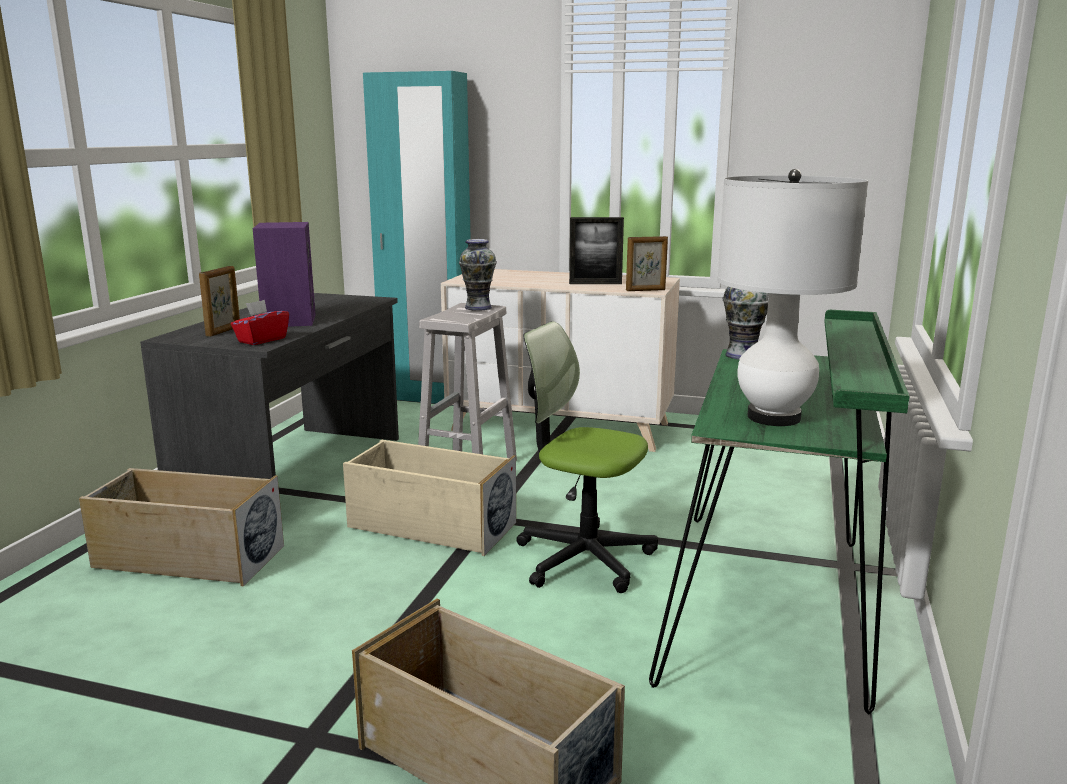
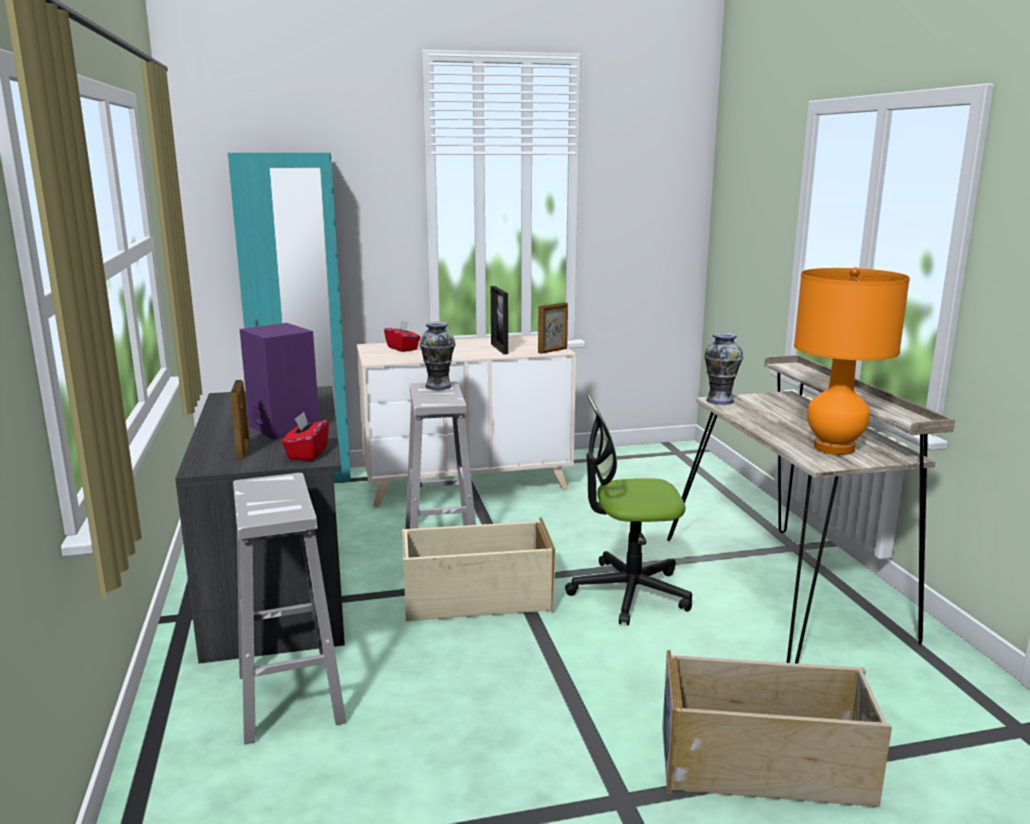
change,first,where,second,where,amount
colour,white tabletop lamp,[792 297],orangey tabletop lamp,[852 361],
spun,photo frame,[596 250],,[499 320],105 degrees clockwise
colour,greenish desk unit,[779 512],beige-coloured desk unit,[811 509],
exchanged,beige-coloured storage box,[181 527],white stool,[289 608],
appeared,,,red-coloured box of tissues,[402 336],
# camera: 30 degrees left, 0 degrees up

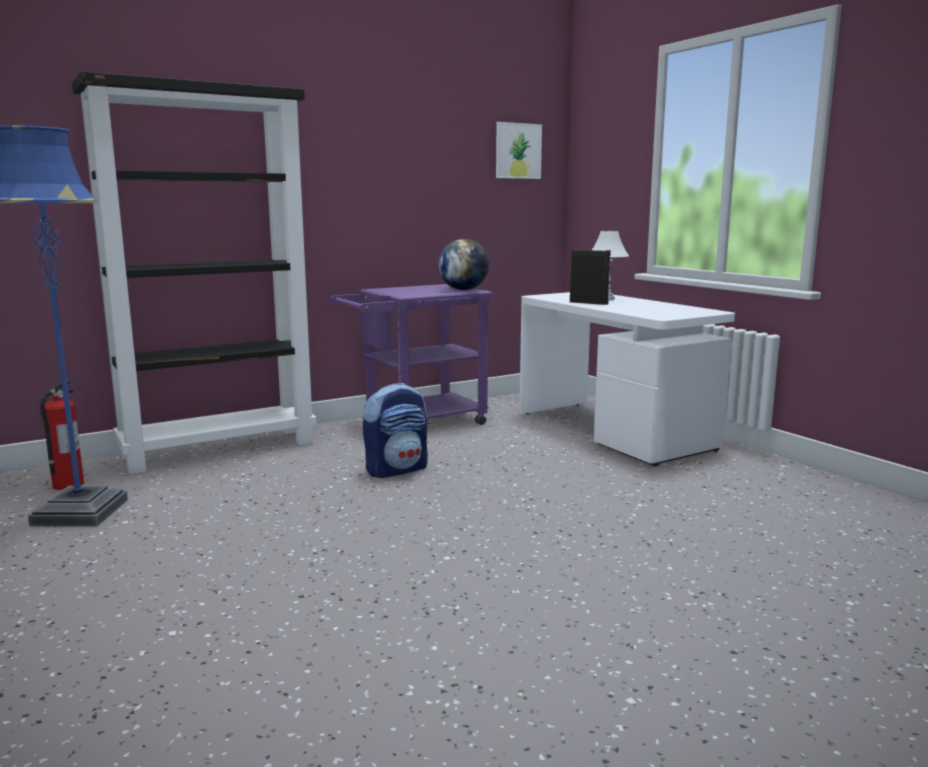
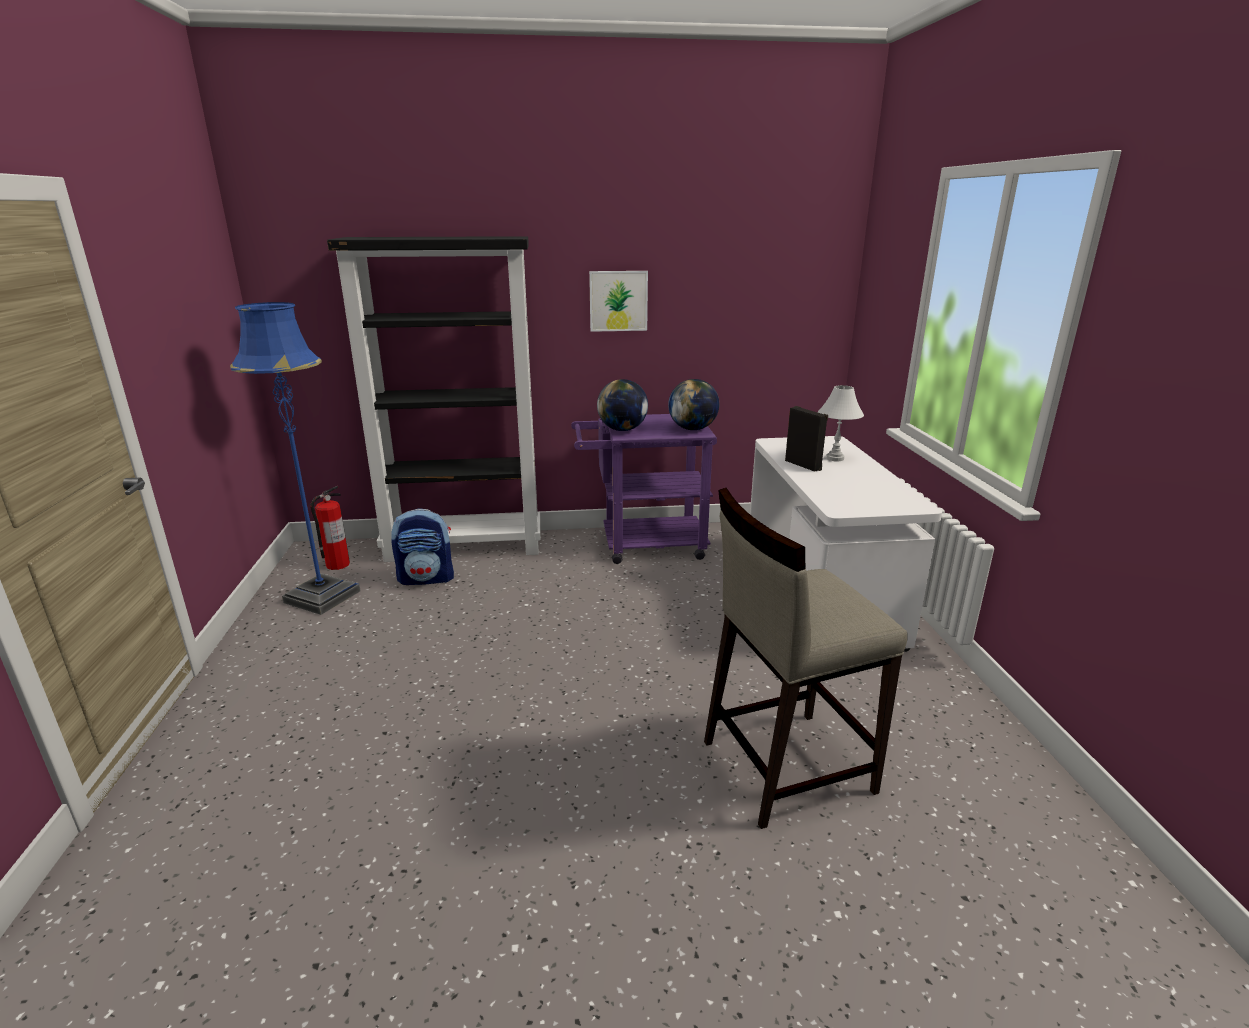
change,first,where,second,where,amount
relocated,picture,[519 150],,[618 301],
relocated,rucksack,[395 430],,[422 546],
appeared,,,desk globe,[622 405],
appeared,,,beige-coloured stool,[806 658],
# camera: 25 degrees right, 10 degrees up

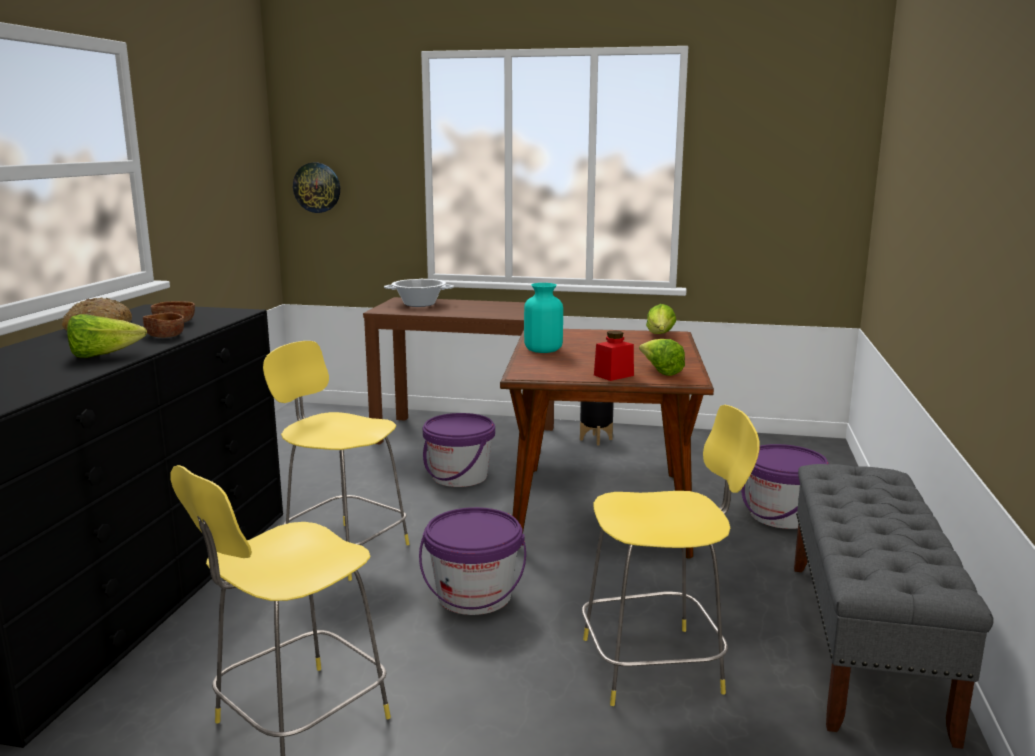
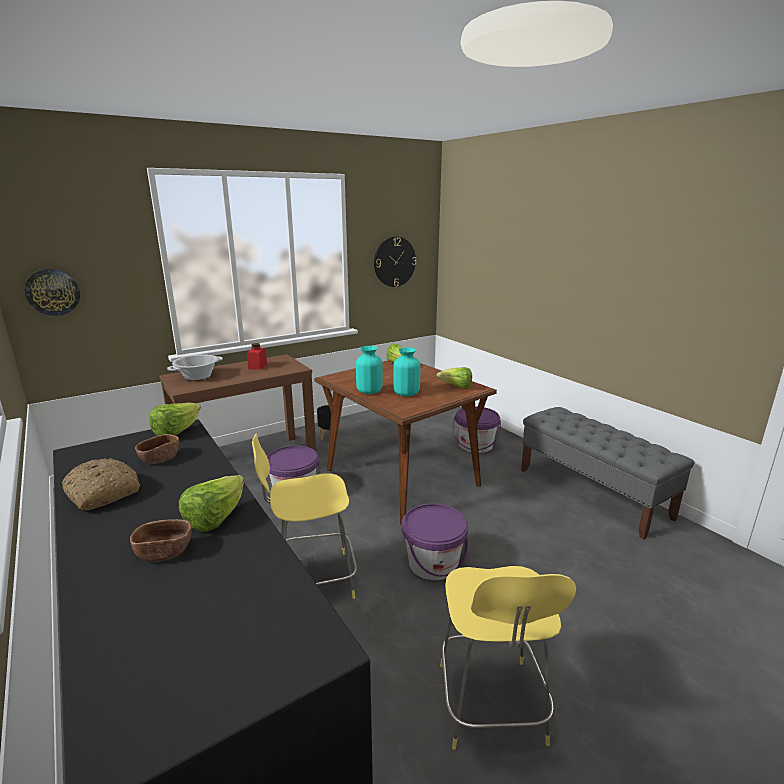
change,first,where,second,where,amount
relocated,brown bowl,[163 325],,[161 540],
relocated,red-coloured preserve jar,[614 355],,[257 356],
missing,yellow stool,[670 555],,,
appeared,,,hanging clock,[395 262],
appeared,,,blue-green vase,[406 371],
appeared,,,lettuce head,[175 419],
# camera: 45 degrees left, 5 degrees up

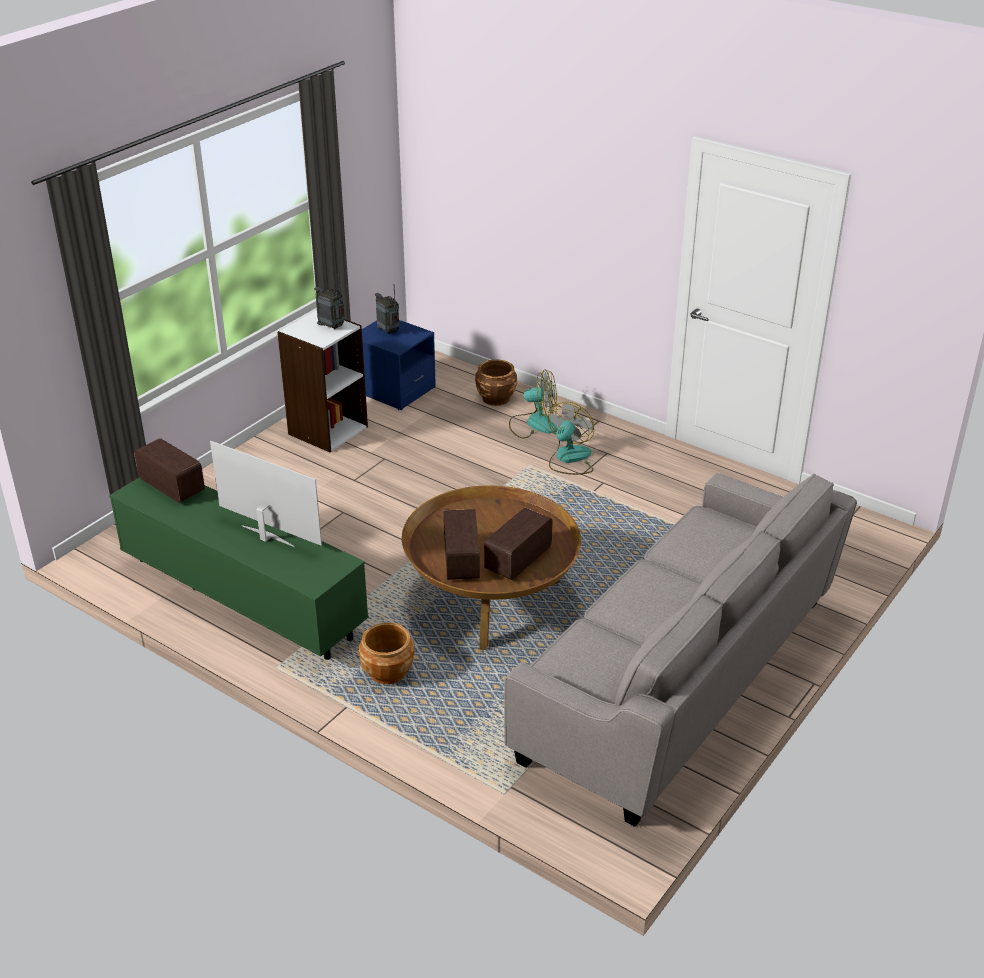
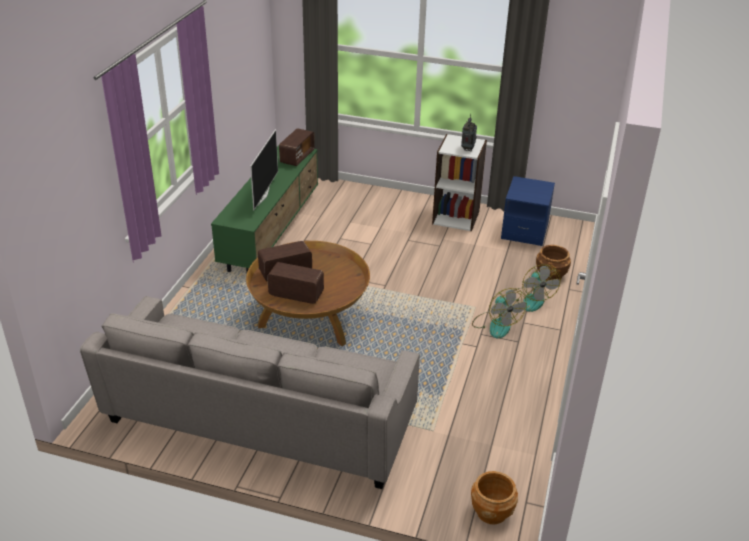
change,first,where,second,where,amount
missing,radio set,[387 310],,,
spun,electric fan,[571 438],,[499 313],60 degrees clockwise
relocated,brown plant pot,[387 653],,[494 498],
# camera: 70 degrees right, 0 degrees up

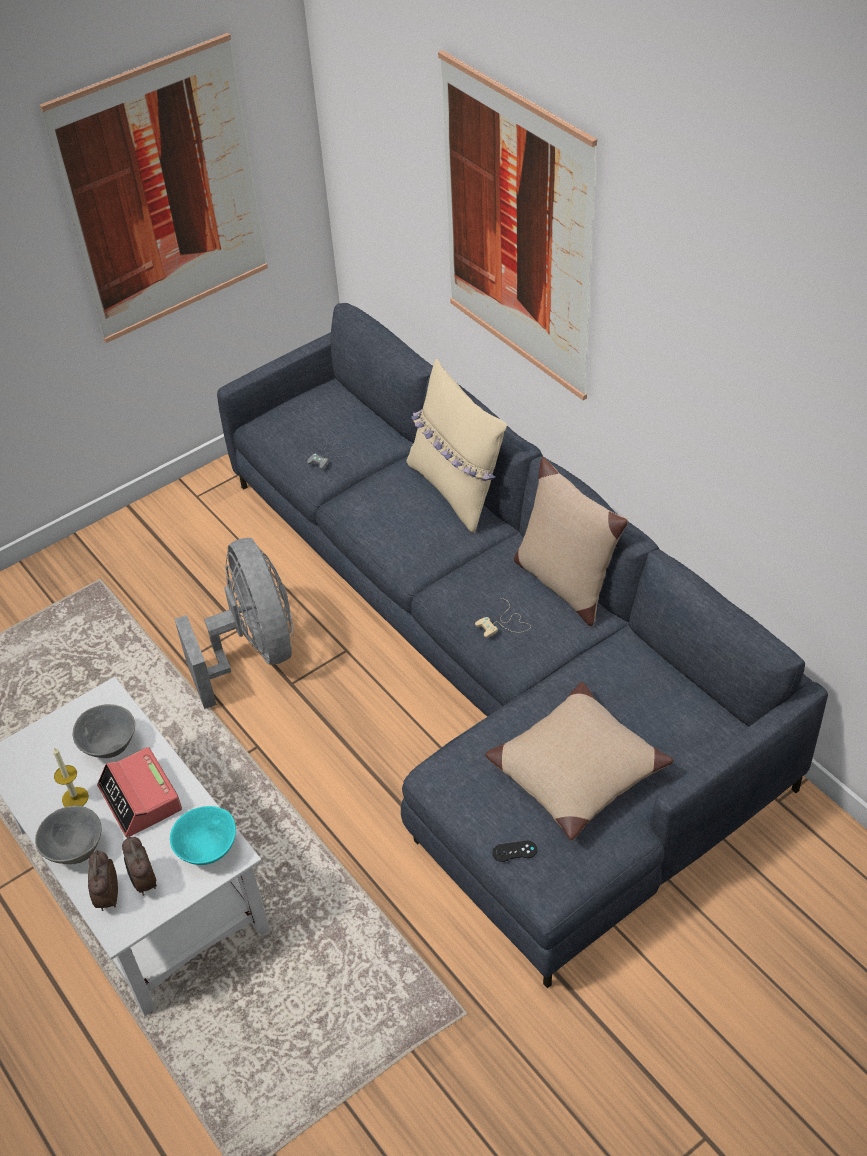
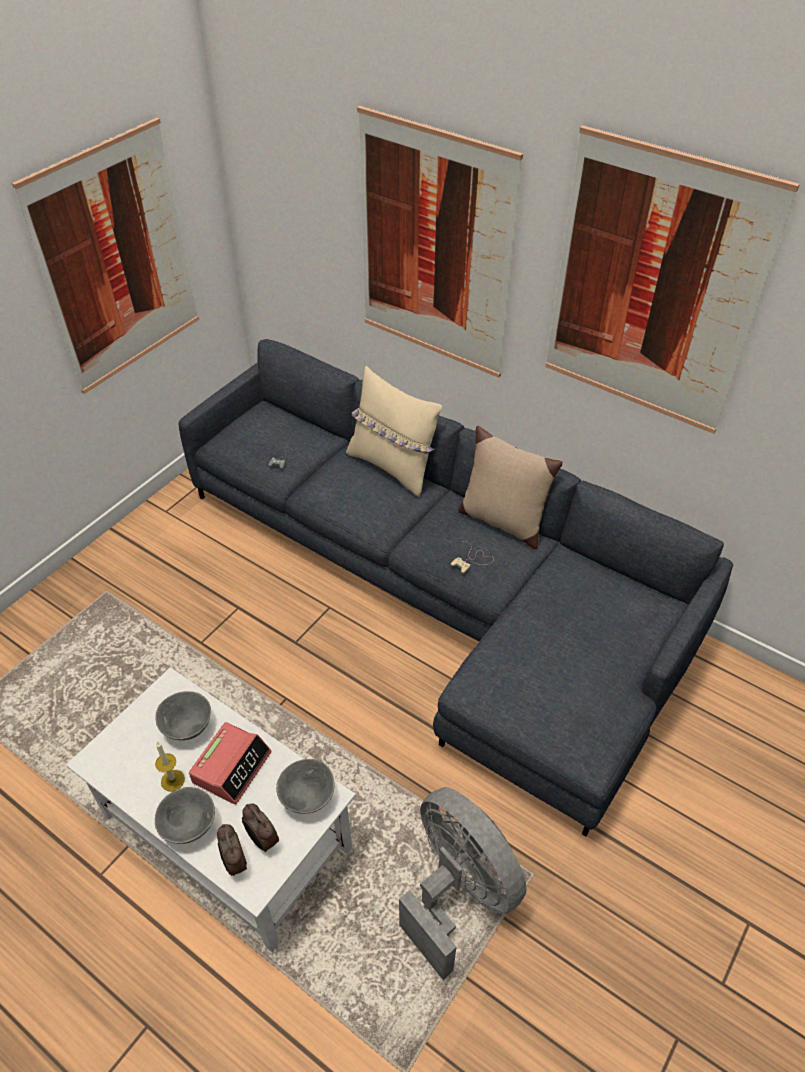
change,first,where,second,where,amount
relocated,greyish electric fan,[234 623],,[463 883],
missing,beige-coloured cushion,[579 761],,,
spun,bedside clock,[139 792],,[230 763],105 degrees counterclockwise
colour,blue-green bowl,[203 835],greyish bowl,[305 786],
missing,blackish joypad,[514 851],,,
appeared,,,picture,[672 279],
# camera: 20 degrees left, 0 degrees up

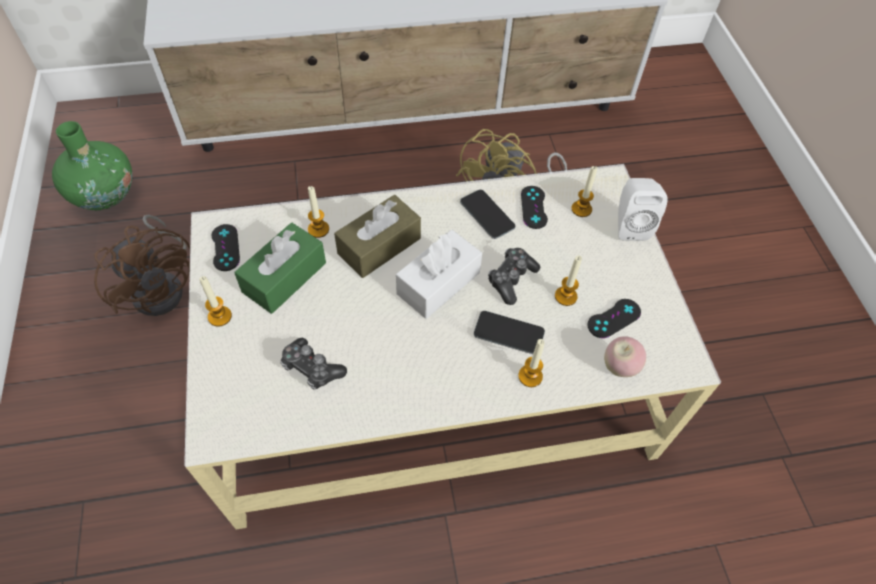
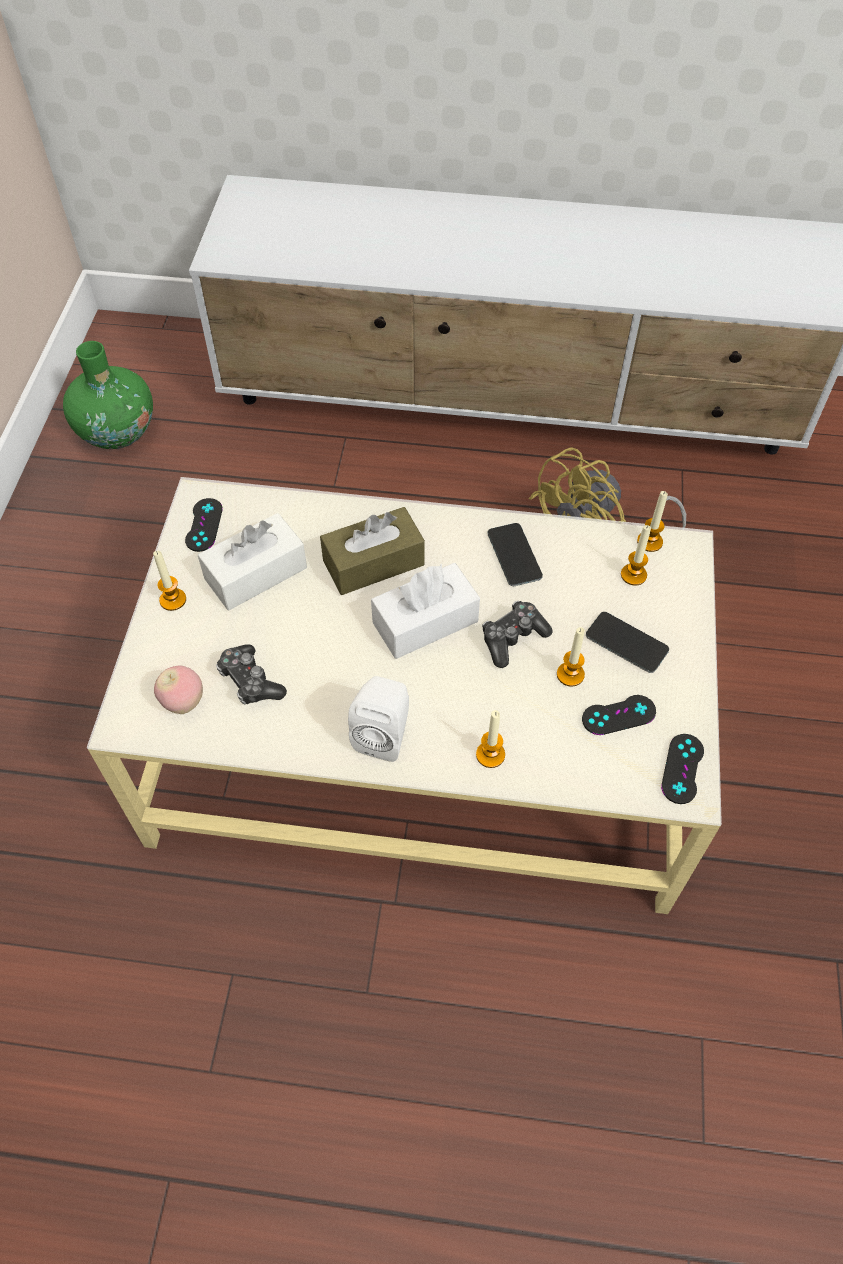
change,first,where,second,where,amount
relocated,white audio speaker,[642 209],,[378 719],
relocated,wax light,[318 212],,[652 521],
relocated,blackish joypad,[534 207],,[682 769],
missing,brown electric fan,[142 265],,,
colour,greenish box of tissues,[280 268],white box of tissues,[252 561],
relocated,handset,[509 332],,[627 642],
relocated,apple,[625 356],,[178 689],
# camera: 20 degrees right, 0 degrees up

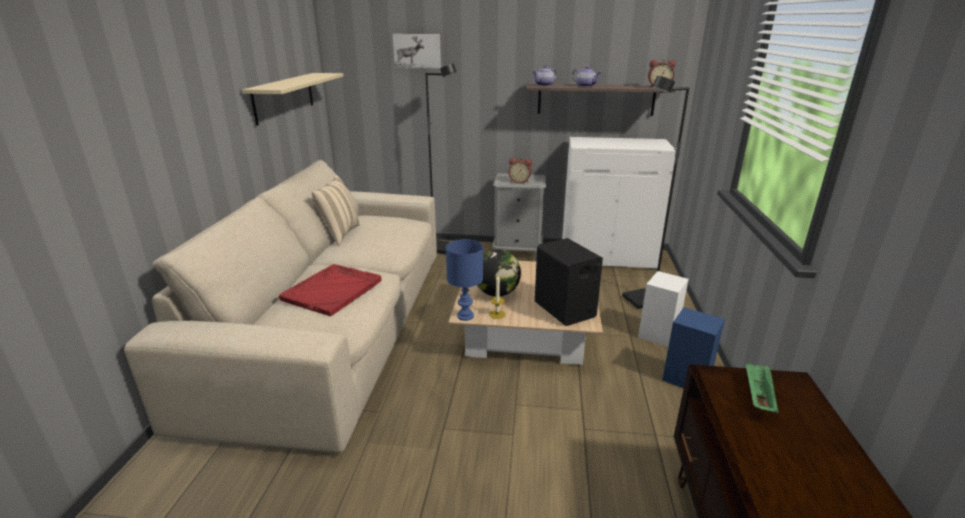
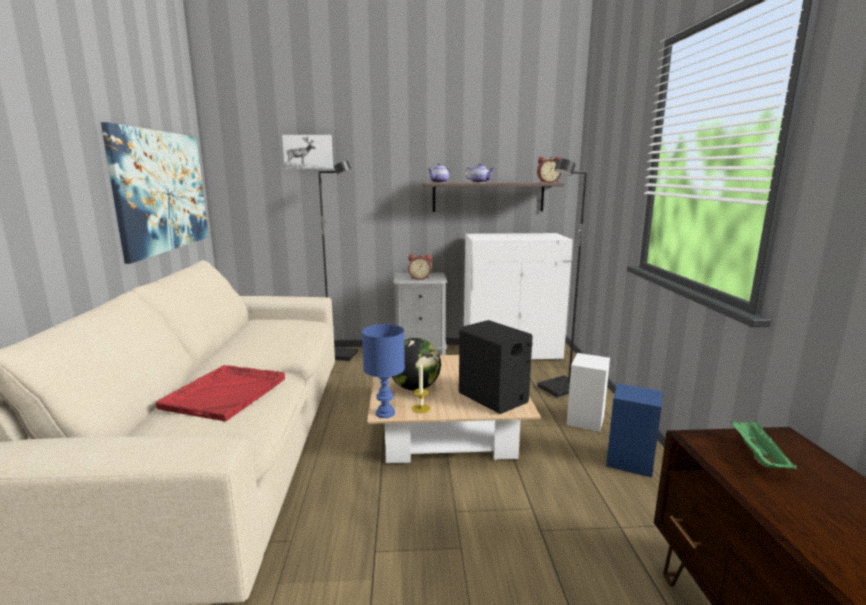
change,first,where,second,where,amount
exchanged,beige-coloured bracket shelf,[293 99],picture,[155 193],
missing,beige-coloured cushion,[336 210],,,
# camera: 10 degrees left, 10 degrees down

